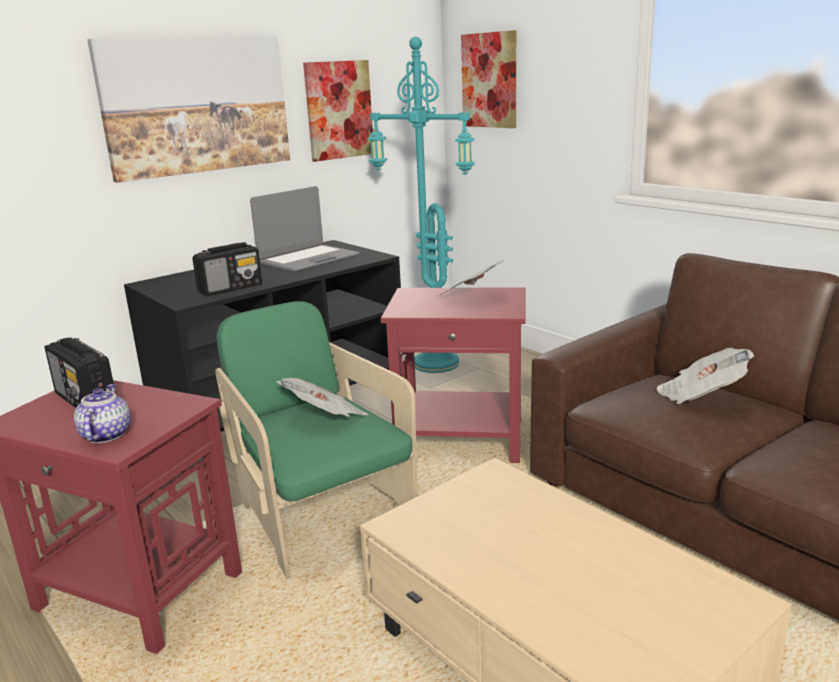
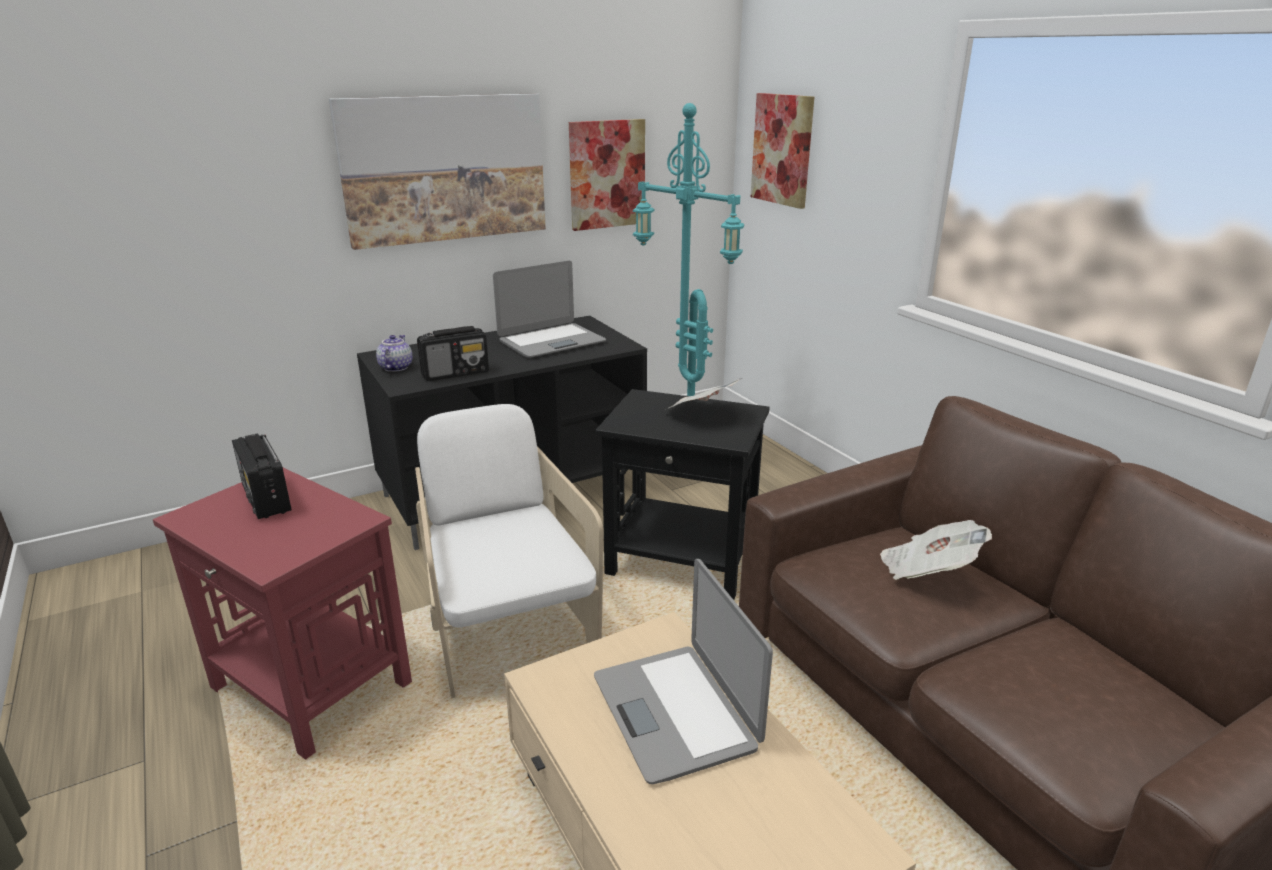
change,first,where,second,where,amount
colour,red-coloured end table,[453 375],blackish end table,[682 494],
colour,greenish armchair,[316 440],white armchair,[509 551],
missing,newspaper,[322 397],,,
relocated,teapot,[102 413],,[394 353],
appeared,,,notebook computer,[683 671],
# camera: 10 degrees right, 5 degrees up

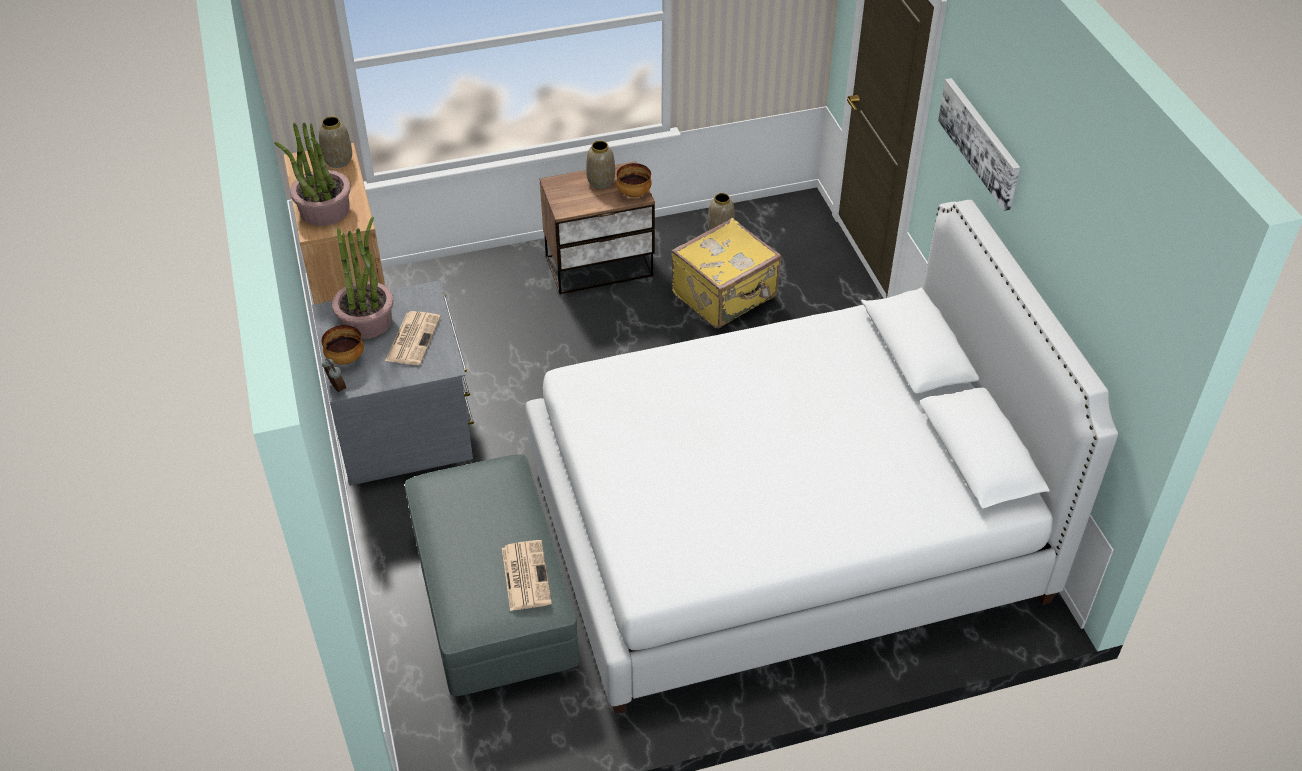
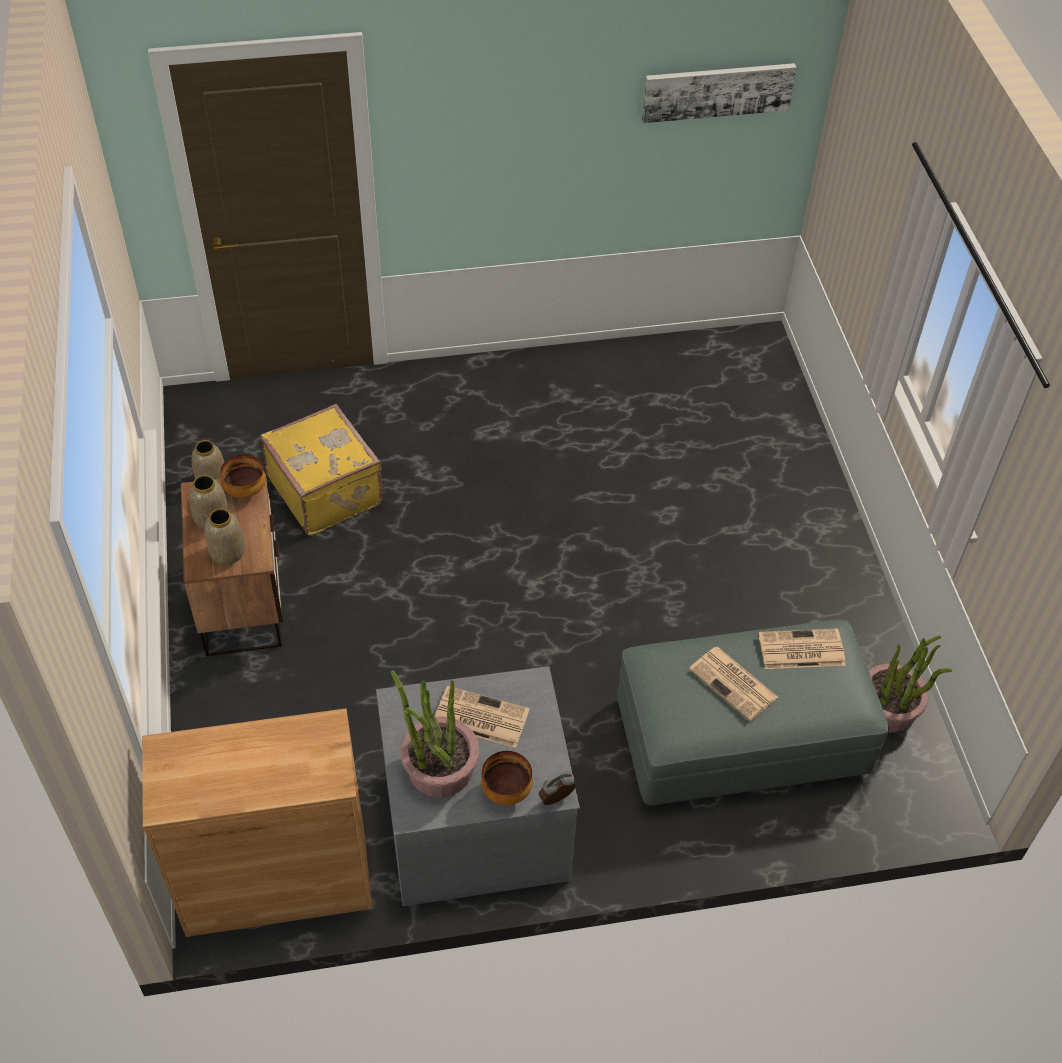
change,first,where,second,where,amount
relocated,picture,[979 144],,[719 93],
relocated,vase,[335 142],,[225 537],
relocated,plant in a pot,[312 174],,[910 683],
missing,white bedroom bed,[821 457],,,
appeared,,,newspaper,[733 684],
# camera: 85 degrees left, 5 degrees up

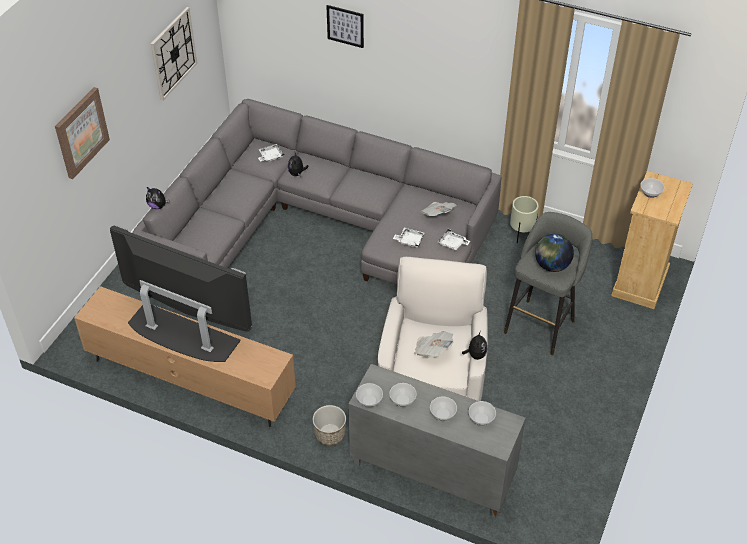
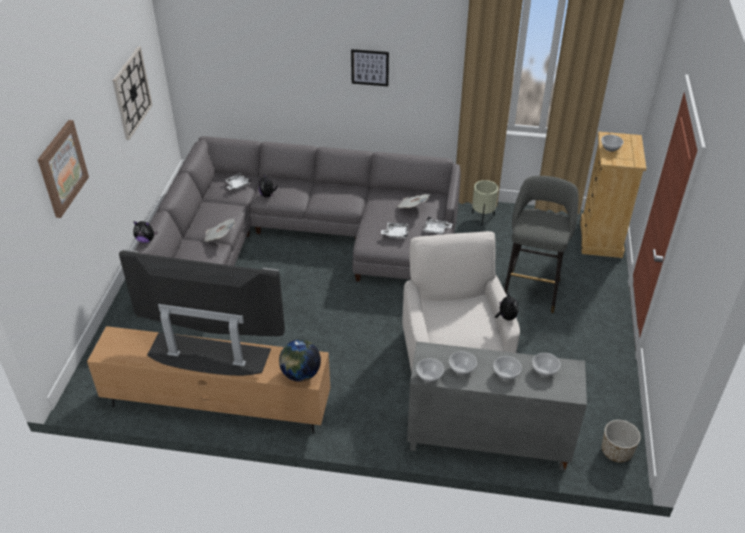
change,first,where,second,where,amount
relocated,picture,[345 26],,[370 67],
relocated,desk globe,[554 253],,[300 361],
relocated,newspaper,[433 344],,[219 230],
relocated,plant pot,[329 425],,[621 441],
# camera: 15 degrees left, 5 degrees down

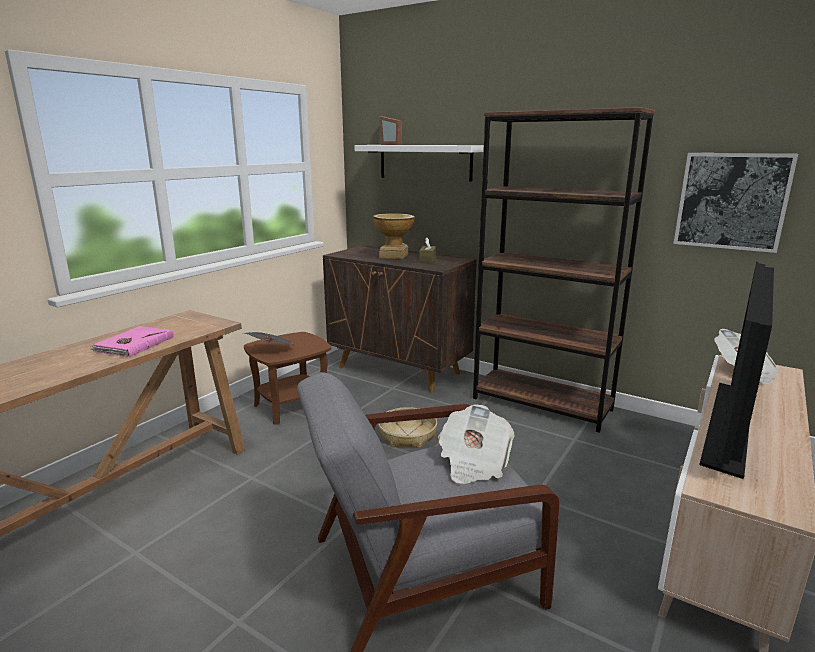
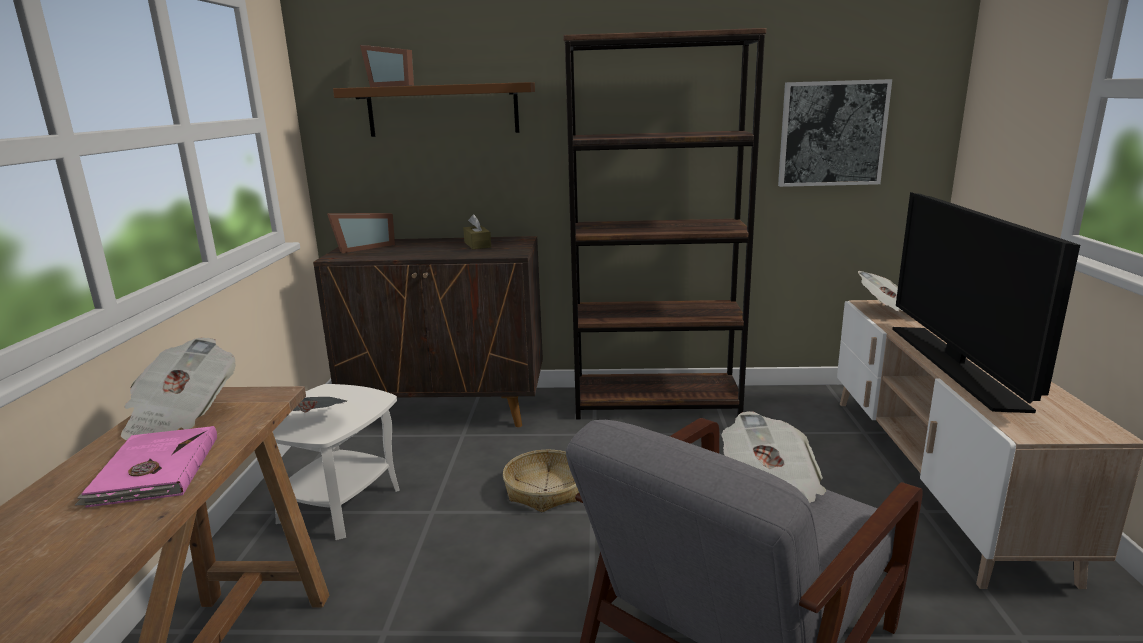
change,first,where,second,where,amount
colour,white bracket shelf,[419 163],brown bracket shelf,[434 109],
missing,vase,[394 236],,,
colour,brown end table,[287 378],white end table,[336 462],
appeared,,,photo frame,[361 233],
appeared,,,newspaper,[178 389],
# camera: 30 degrees left, 0 degrees up

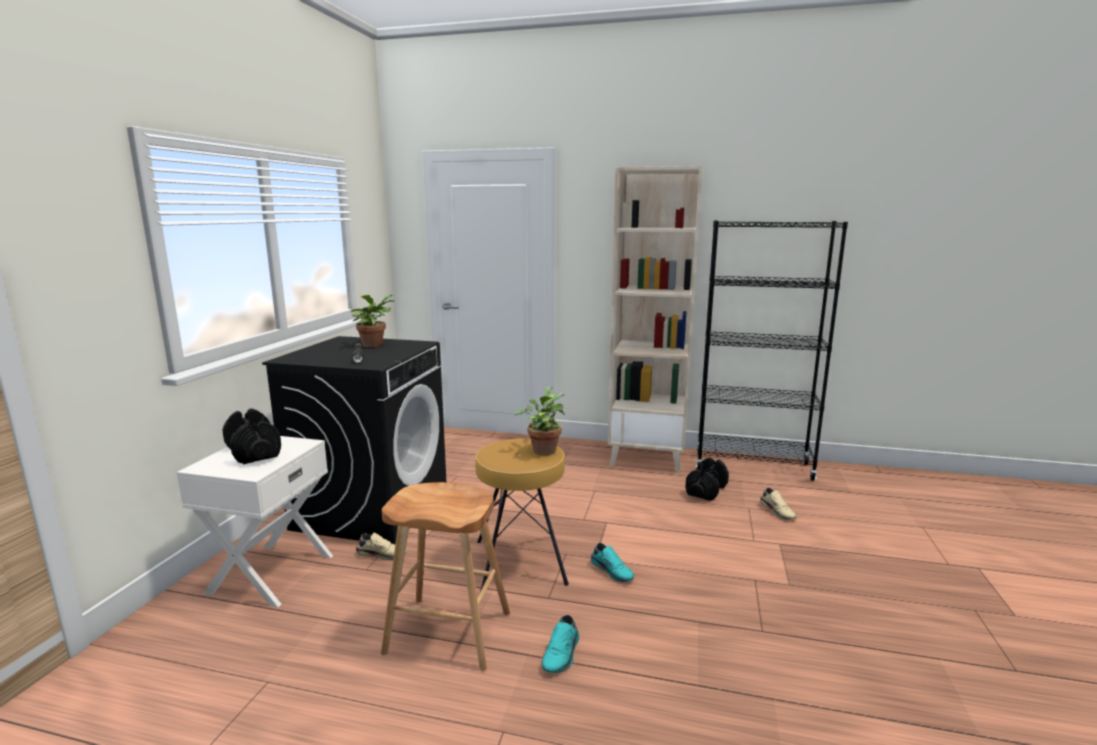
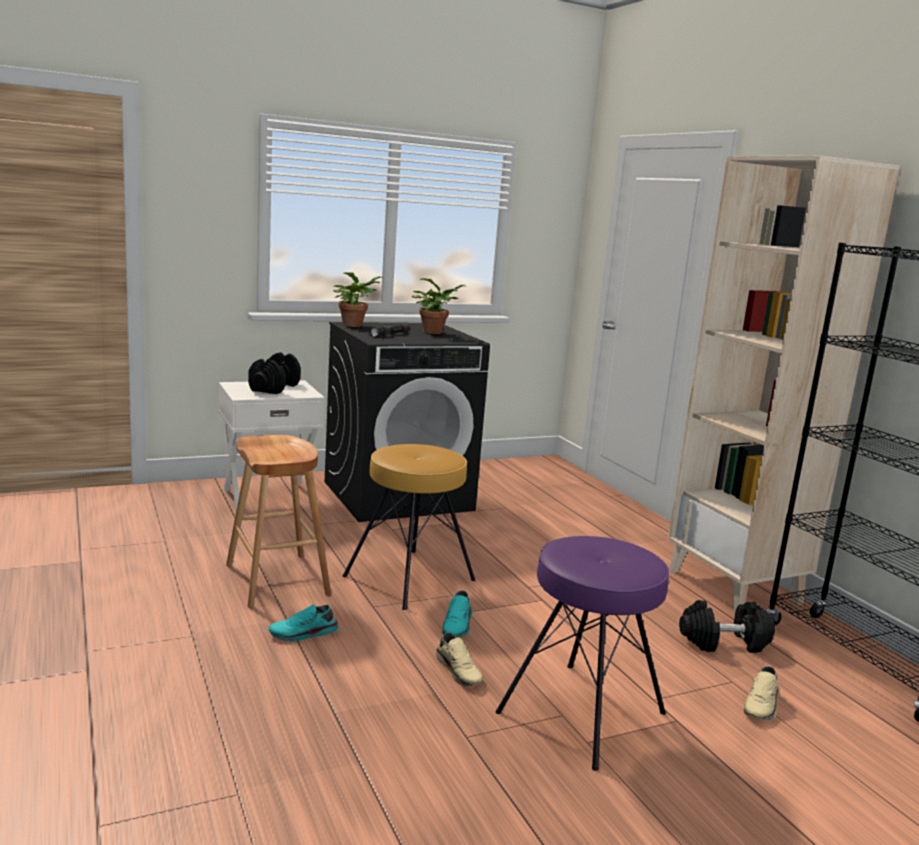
change,first,where,second,where,amount
relocated,plant in a pot,[539 420],,[358 299],
relocated,beige-coloured item of footwear,[381 546],,[459 659],
appeared,,,purplish stool,[582 653],
# camera: 50 degrees right, 0 degrees up

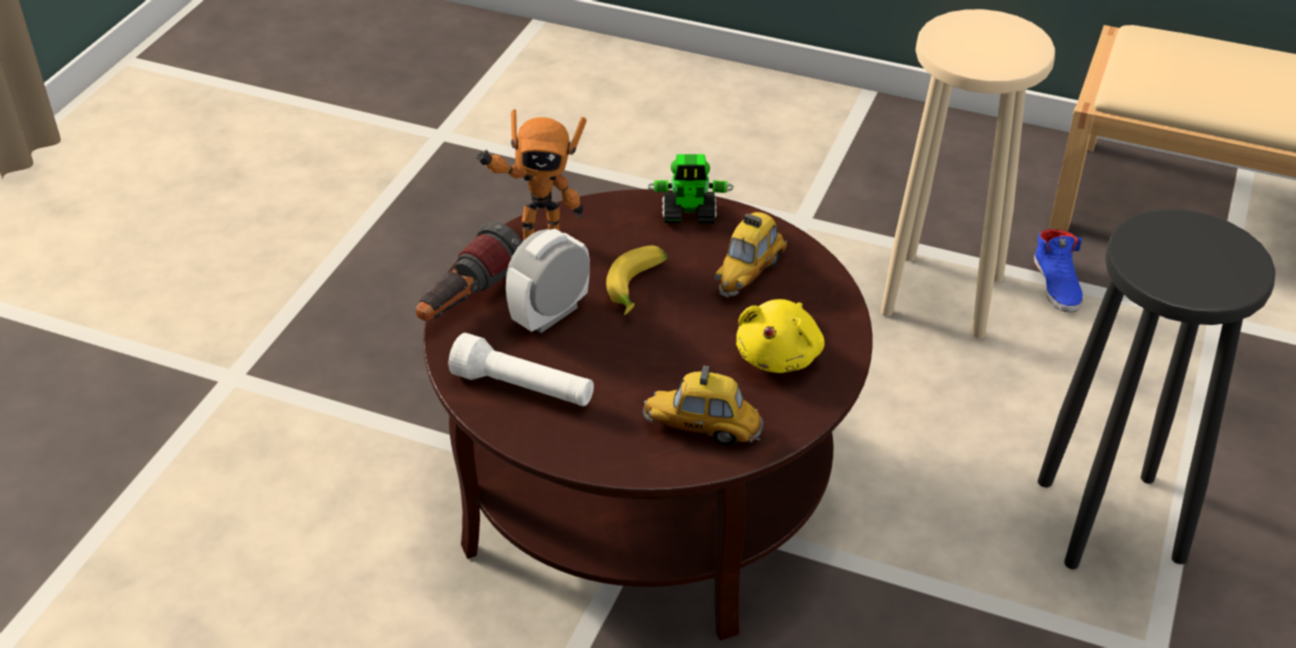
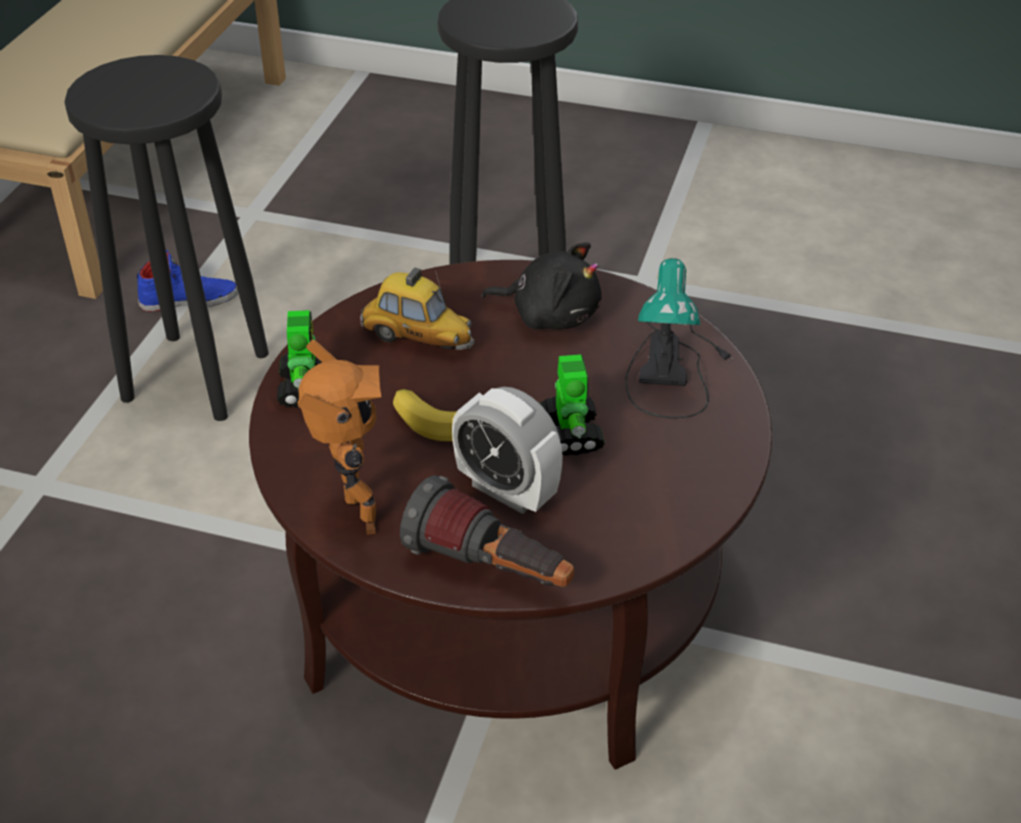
change,first,where,second,where,amount
colour,beige-coloured stool,[968 173],blackish stool,[167 238],
colour,yellow cuddly toy,[780 336],blackish cuddly toy,[541 285],
missing,white torch,[521 369],,,
exchanged,toy car,[702 405],tabletop lamp,[679 338],
appeared,,,toy robot,[572 405],
# camera: 95 degrees left, 0 degrees up

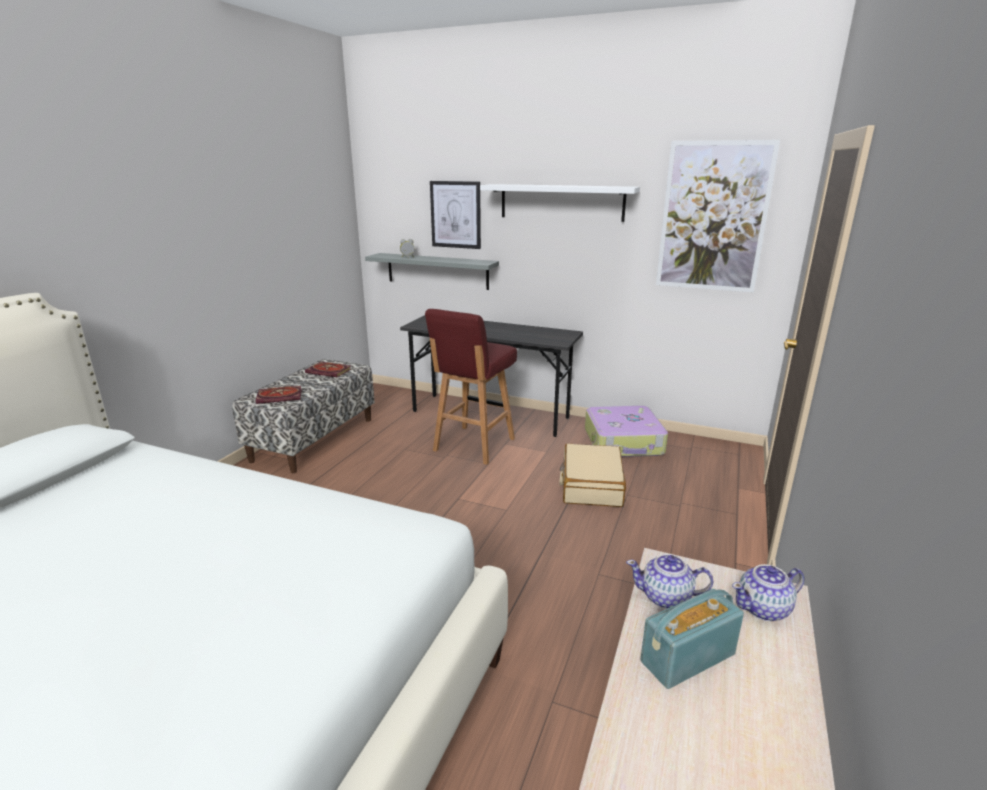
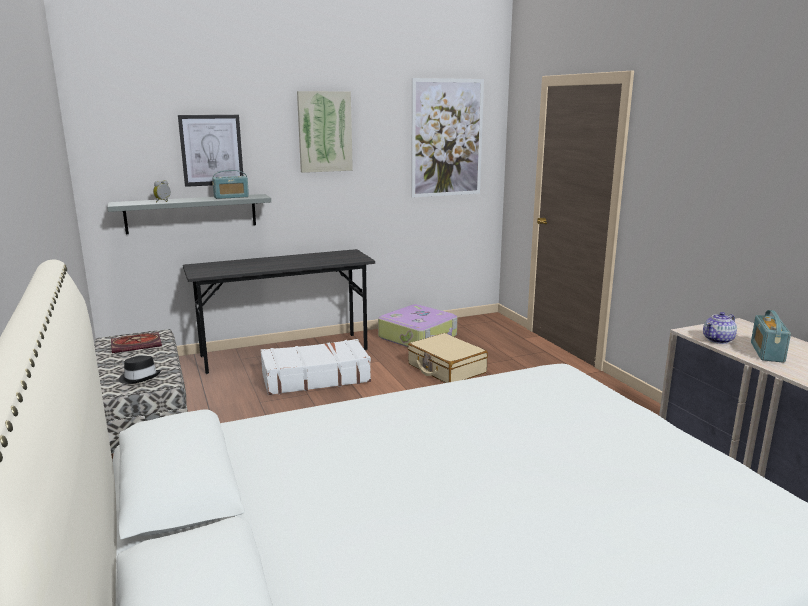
change,first,where,second,where,amount
exchanged,white bracket shelf,[560 203],picture,[325 132],
exchanged,red-coloured stool,[471 387],white piece of luggage,[316 367],
exchanged,book,[279 395],blackish wearable hat,[140 370],
missing,teapot,[768 592],,,
appeared,,,radio set,[230 184],
# camera: 45 degrees left, 5 degrees down

